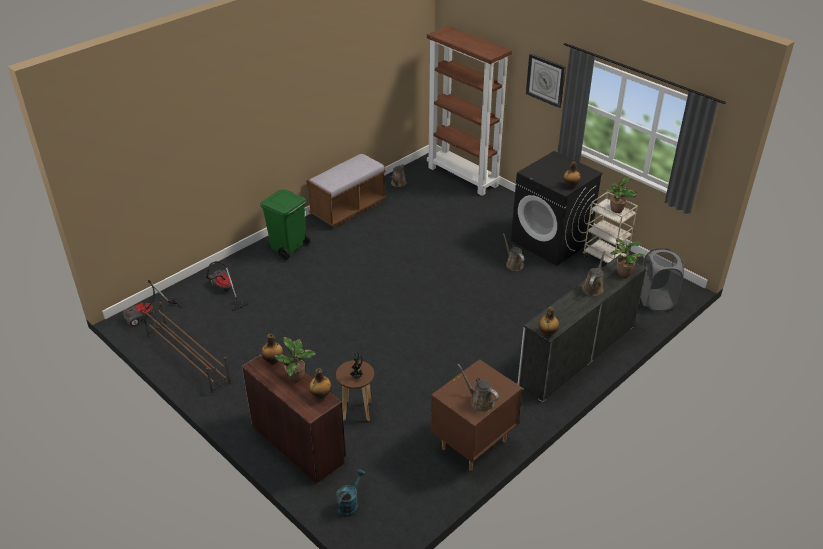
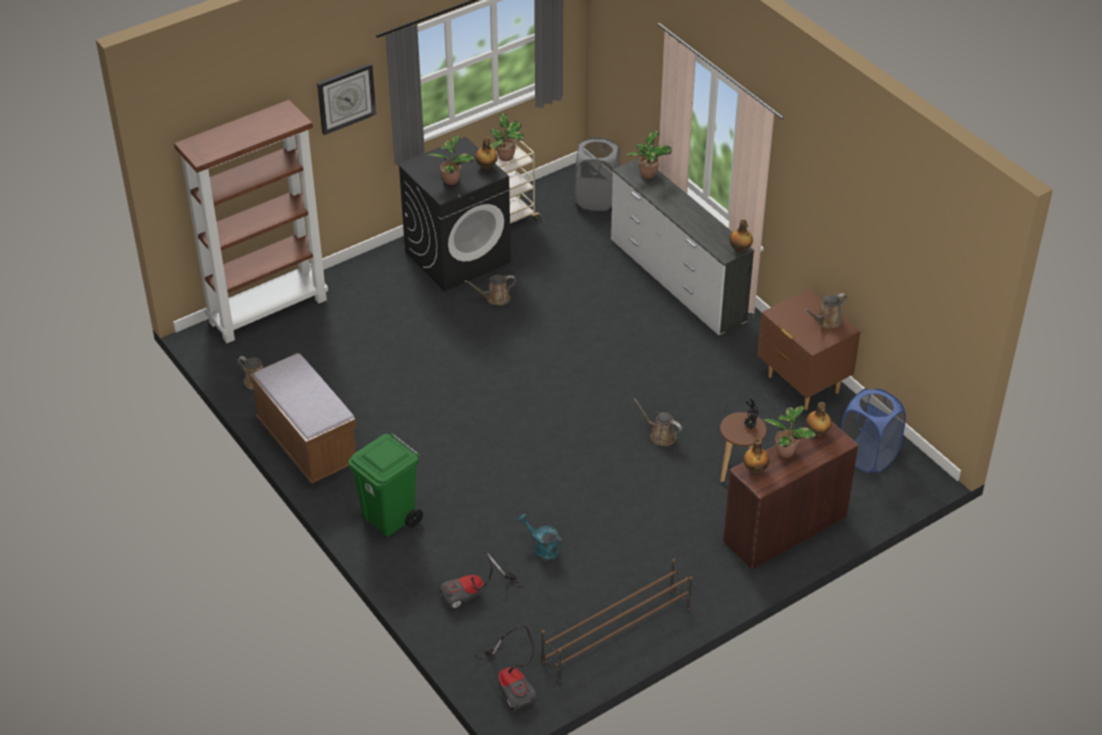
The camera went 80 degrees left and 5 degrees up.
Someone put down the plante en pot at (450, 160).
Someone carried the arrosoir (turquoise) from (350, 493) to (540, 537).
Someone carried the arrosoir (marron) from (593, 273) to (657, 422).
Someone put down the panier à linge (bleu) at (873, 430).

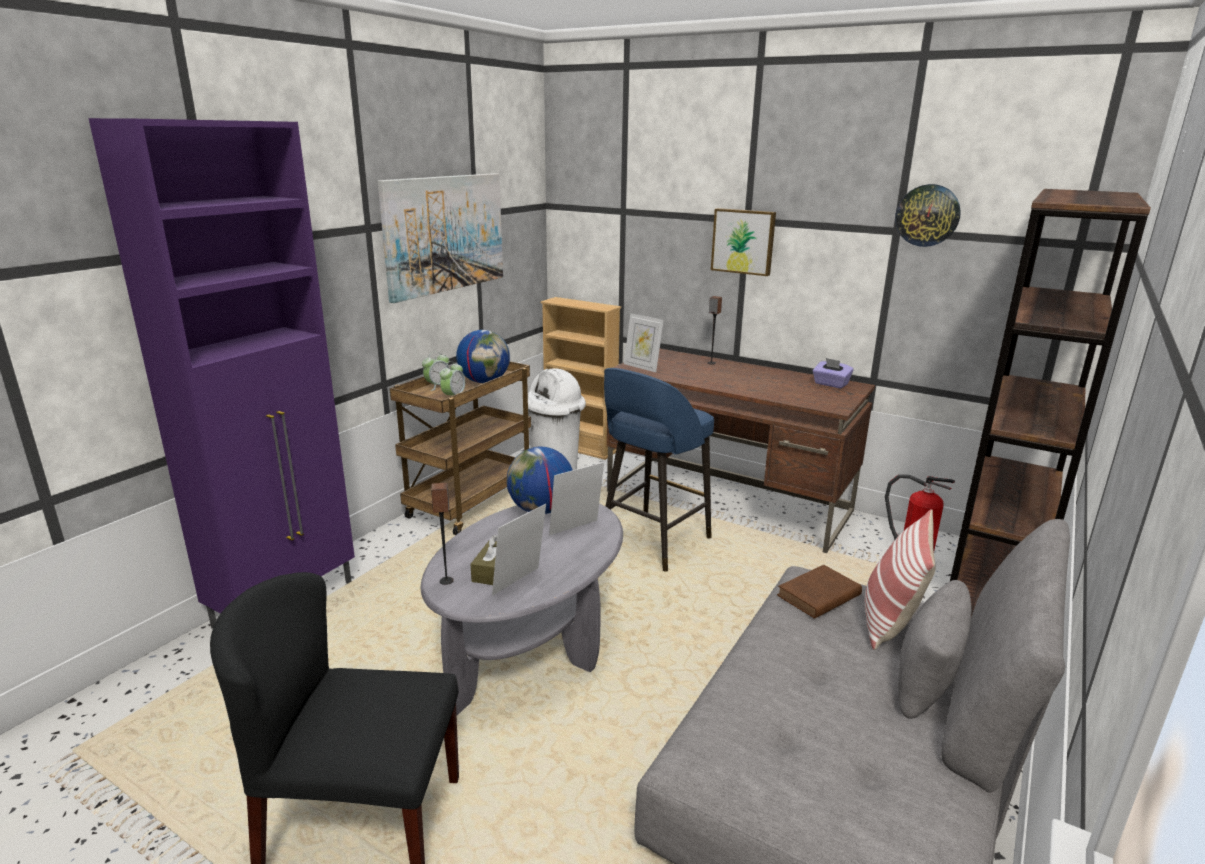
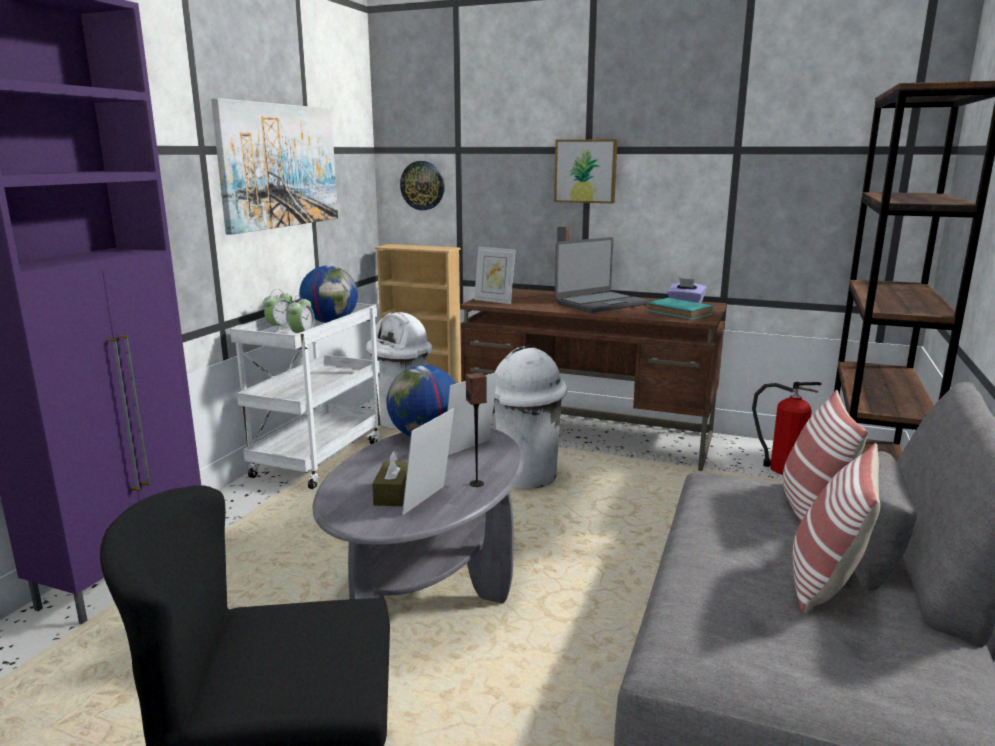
The camera went 10 degrees left and 5 degrees down.
Someone repainted the chariot (marron) at (460, 448), which became the chariot (blanc) at (306, 396).
Someone carried the horloge murale from (928, 215) to (422, 185).
Someone carried the enceinte from (442, 534) to (476, 430).
Someone swapped the tabouret (bleu) at (659, 470) for the poubelle (blanc) at (530, 417).
Someone put down the ordinateur portable at (601, 275).
Someone put down the livre (turquoise) at (679, 309).
Someone put down the coussin at (836, 528).
Someone took away the livre (marron) at (819, 592).

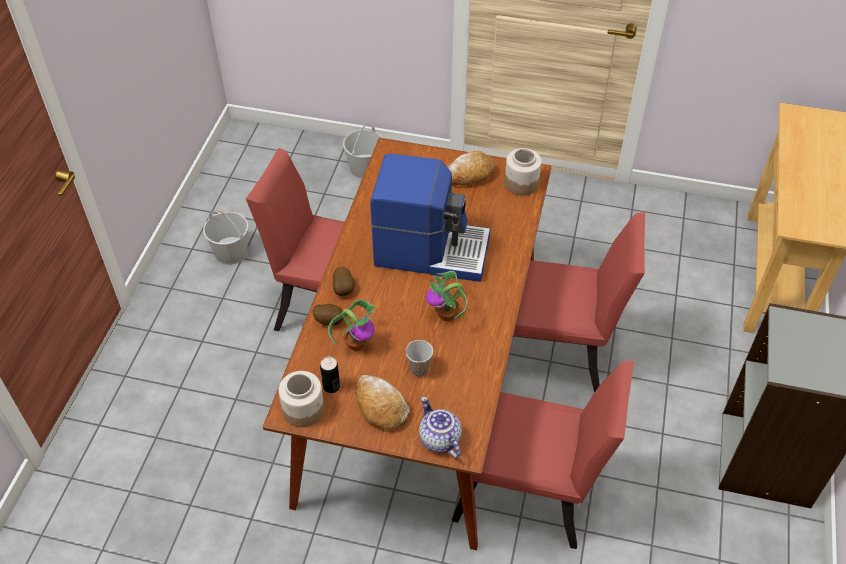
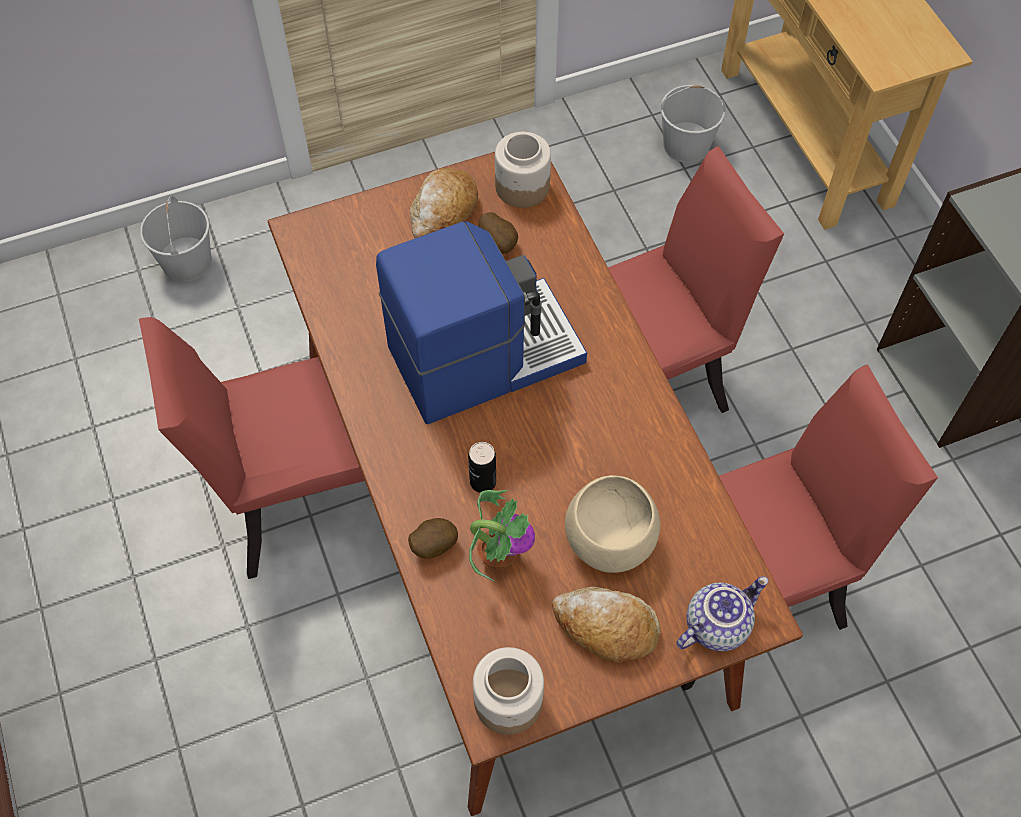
The camera went 35 degrees left and 10 degrees up.
Someone carried the boîte métallique from (330, 374) to (482, 467).
Someone carried the pomme de terre from (344, 281) to (498, 233).
Someone swapped the tasse at (419, 358) for the bol (beige) at (612, 524).
Someone carried the seau (blanc) from (225, 238) to (693, 124).
Someone rotated the théière at (440, 427) by 120 degrees clockwise.
Someone took away the plante en pot at (446, 296).

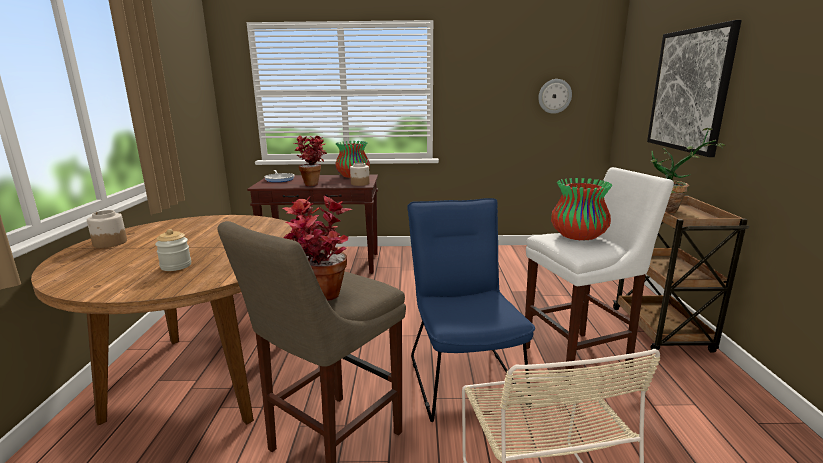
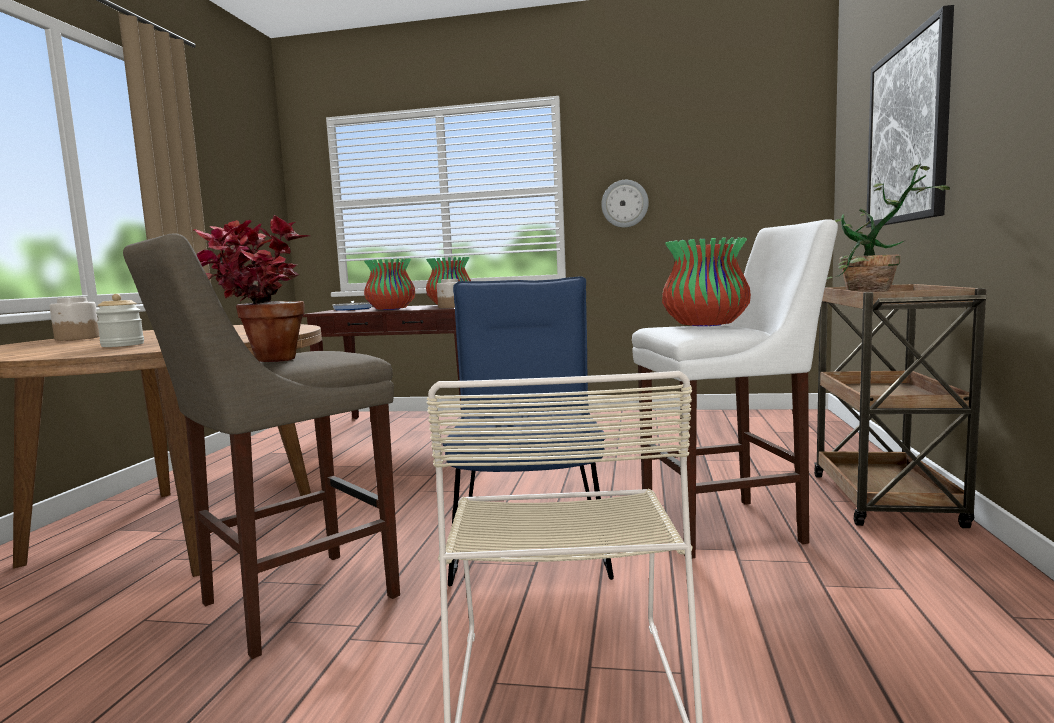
The camera went 10 degrees right and 10 degrees down.
Someone swapped the plante en pot at (310, 160) for the vase at (389, 284).
Someone carried the horloge murale from (555, 96) to (625, 204).

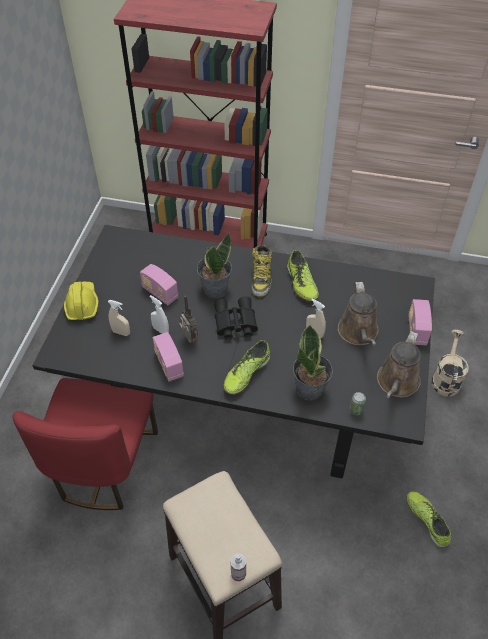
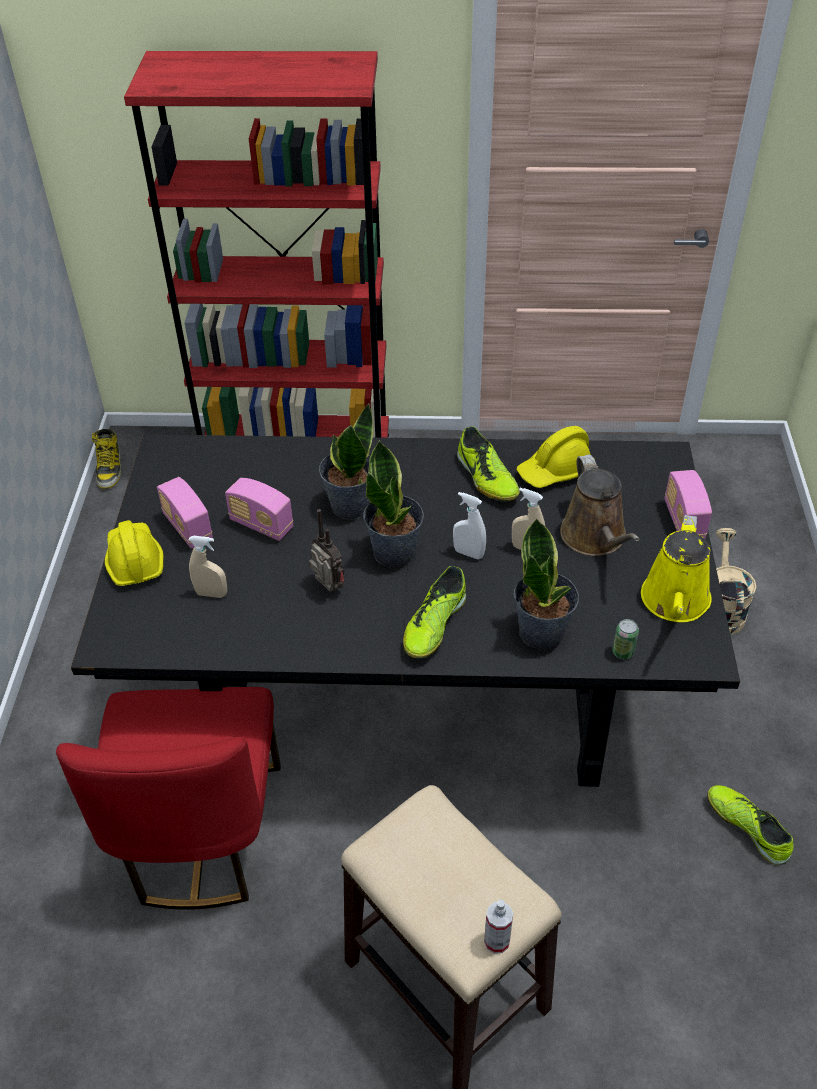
The camera went 10 degrees left and 5 degrees down.
Someone carried the botte from (261, 271) to (106, 459).
Someone carried the radio from (168, 356) to (185, 512).
Someone swapped the jumelles (noir) at (236, 318) for the plante en pot at (393, 504).
Someone carried the vaporisateur (blanc) from (159, 314) to (469, 525).
Someone put down the casque de chantier (jaune) at (556, 457).
Someone repainted the arrosoir (marron) at (399, 364), which became the arrosoir (jaune) at (676, 568).

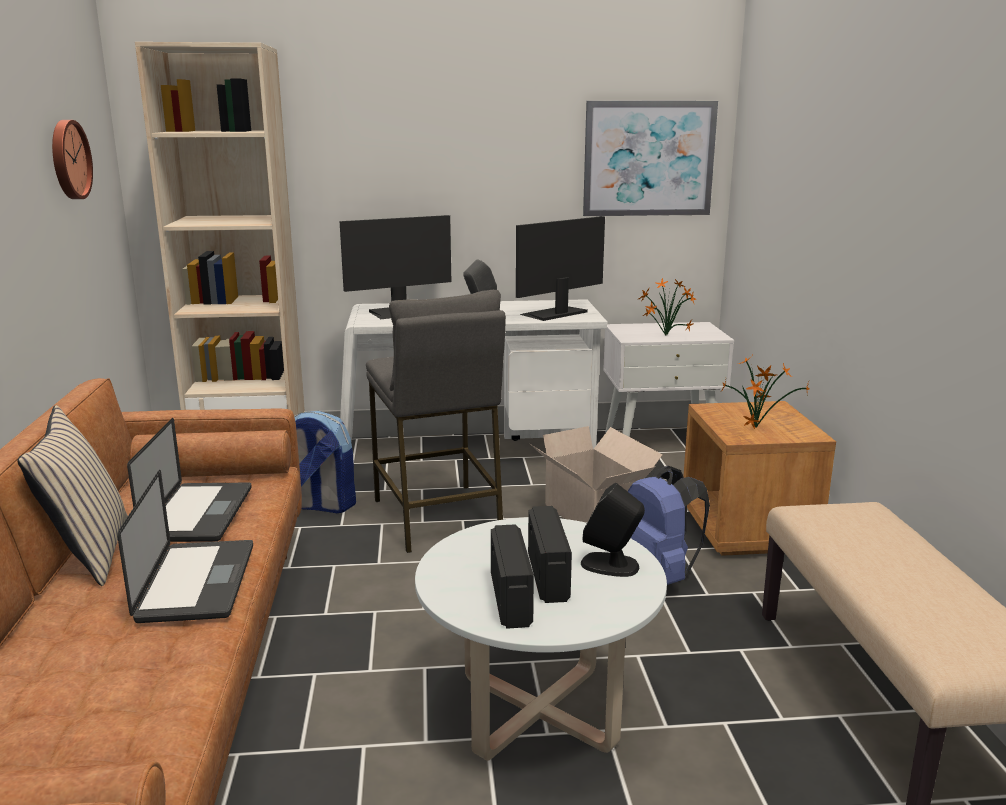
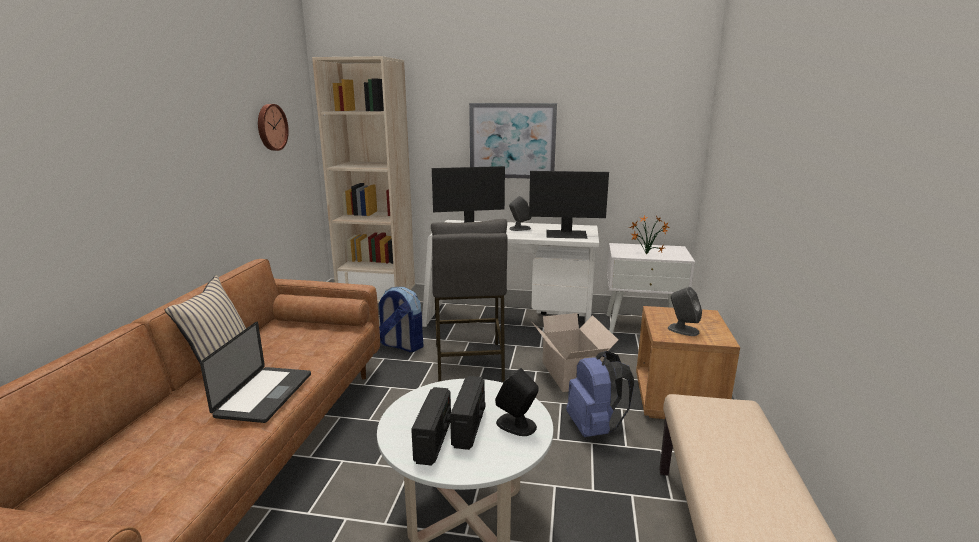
The camera went 15 degrees right and 0 degrees up.
Someone carried the tableau from (650, 158) to (513, 141).
Someone rotated the écran d'ordinateur at (560, 268) by 150 degrees counterclockwise.
Someone swapped the plante en pot at (765, 392) for the enceinte (gris) at (685, 311).
Someone took away the ordinateur portable at (189, 480).

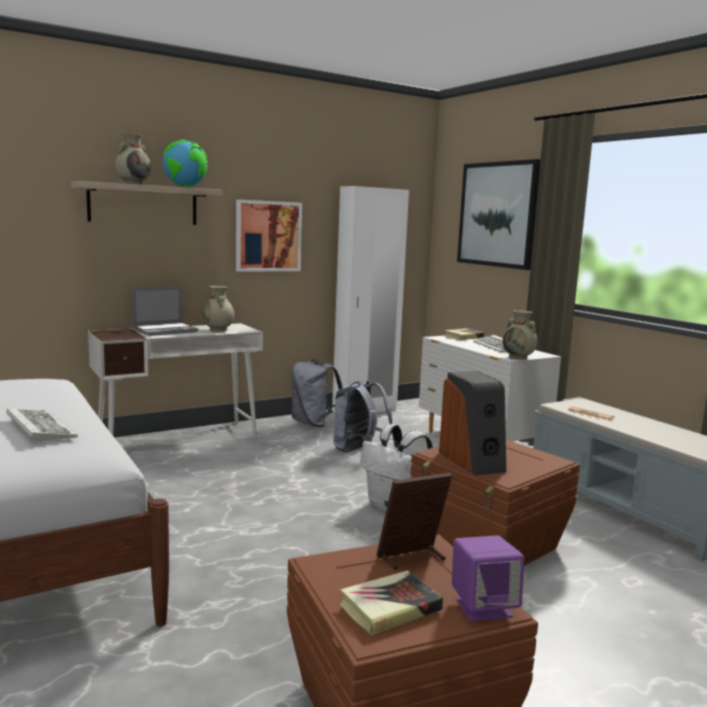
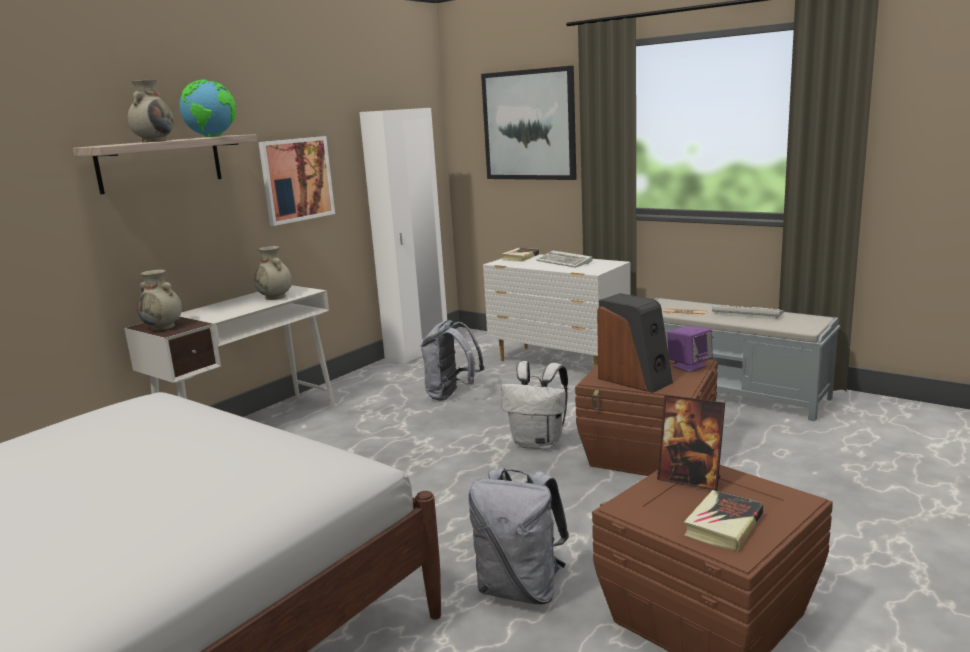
The camera went 20 degrees left and 5 degrees up.
Someone carried the vase (beige) from (519, 335) to (159, 300).
Someone carried the sac à dos (gris) from (317, 393) to (518, 536).
Someone rotated the cadre photo at (414, 521) by 105 degrees counterclockwise.
Someone carried the enceinte (violet) from (488, 578) to (690, 349).
Someone carried the clavier from (42, 425) to (748, 311).
Someone took away the ordinateur portable at (165, 311).

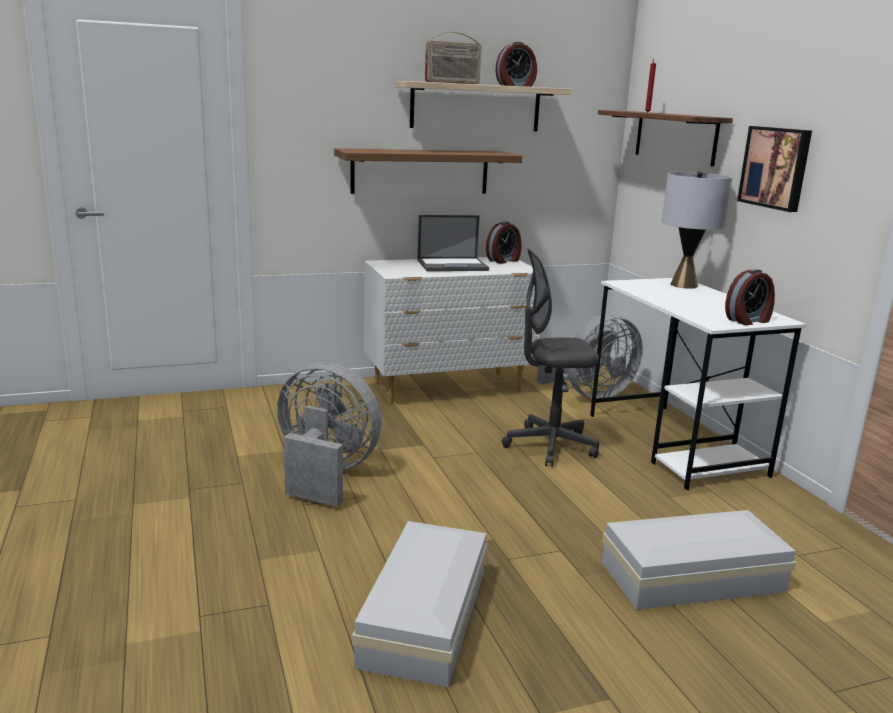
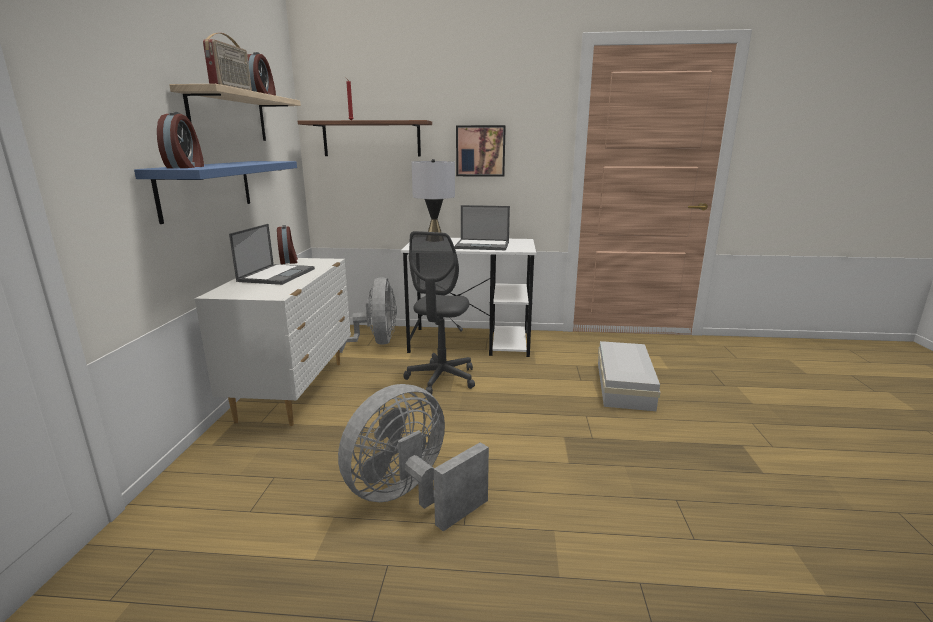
The camera went 65 degrees left and 0 degrees up.
Someone repainted the étagère (marron) at (428, 171), which became the étagère (bleu) at (215, 192).
Someone carried the réveil from (750, 297) to (180, 140).
Someone put down the ordinateur portable at (482, 227).
Someone took away the boîte de rangement (blanc) at (420, 604).

